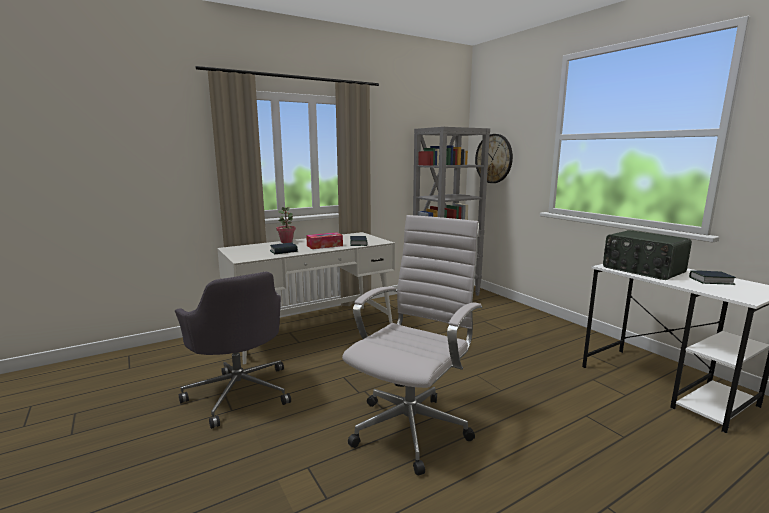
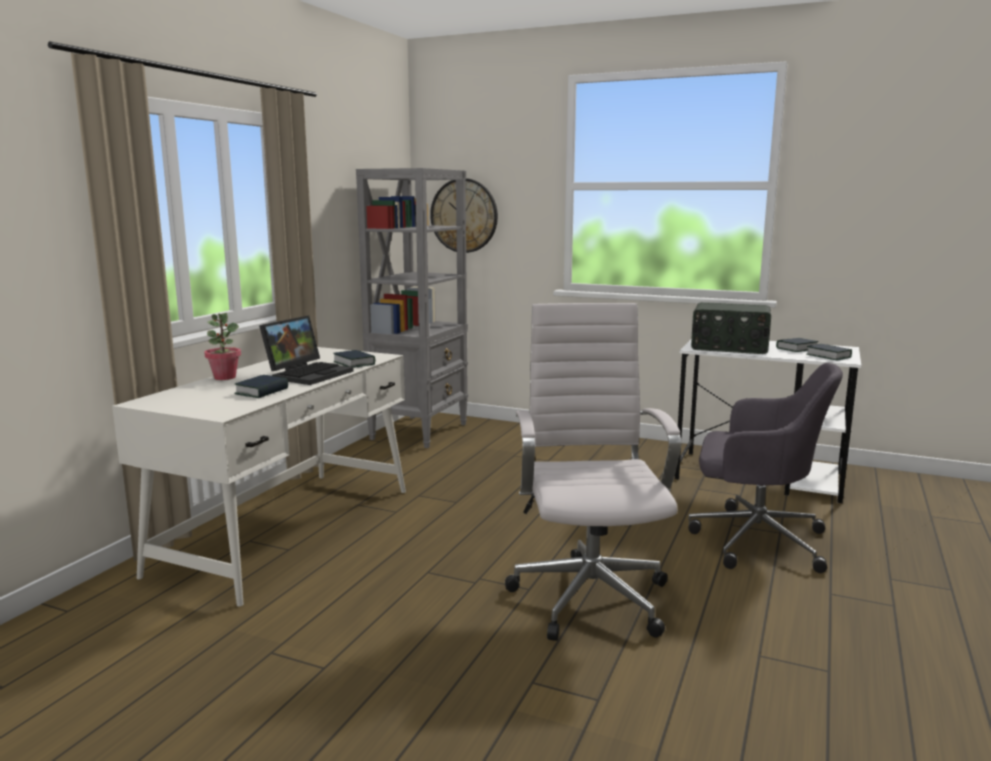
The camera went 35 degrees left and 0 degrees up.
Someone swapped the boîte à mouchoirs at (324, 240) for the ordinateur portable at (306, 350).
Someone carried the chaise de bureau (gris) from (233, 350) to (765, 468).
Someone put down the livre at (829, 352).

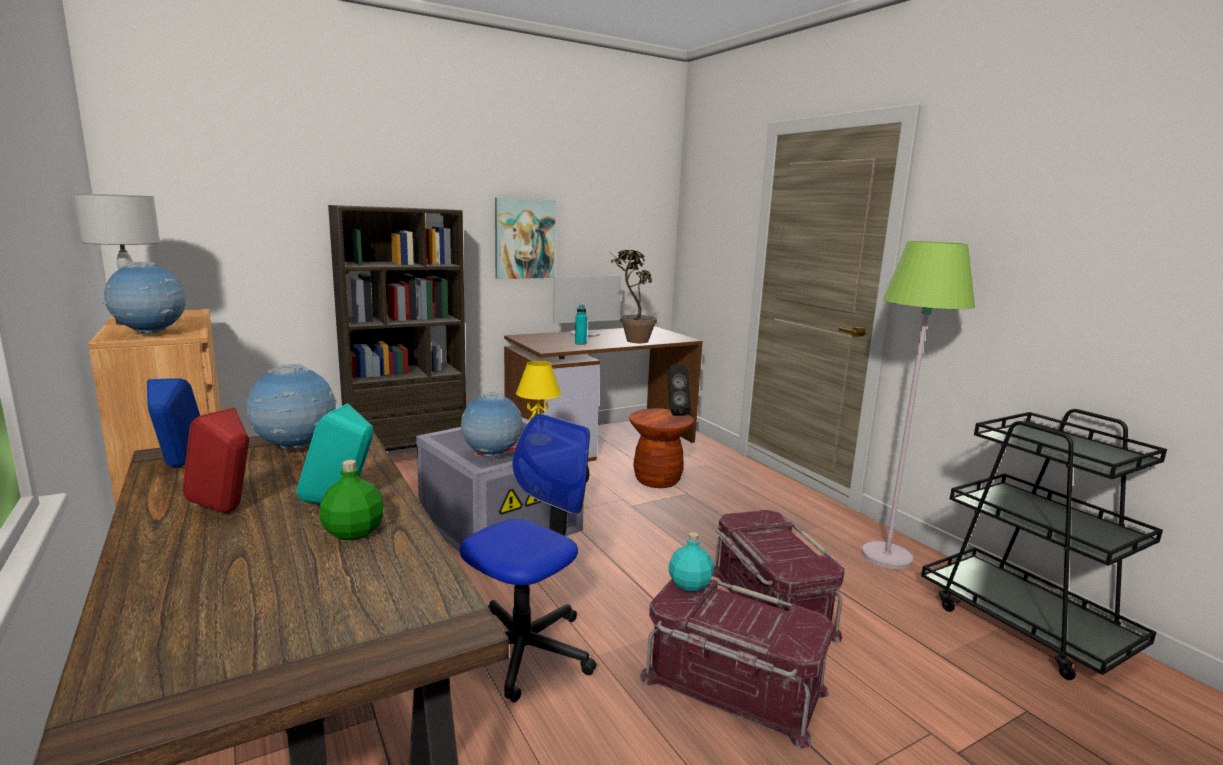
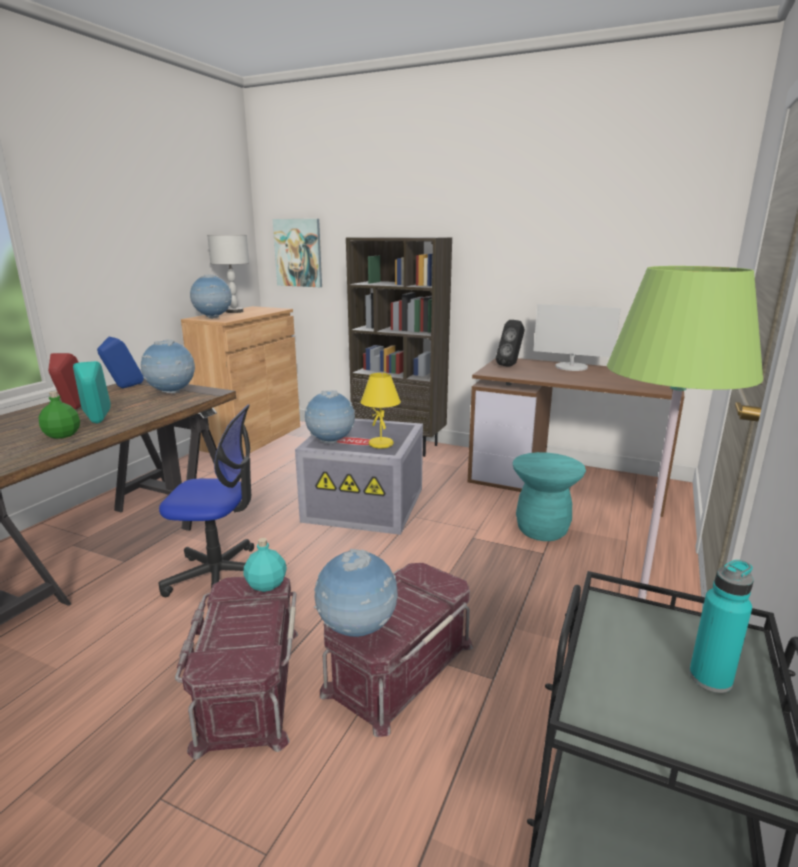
The camera went 55 degrees right and 5 degrees up.
Someone carried the tableau from (525, 238) to (297, 253).
Someone put down the globe at (356, 593).
Someone carried the enceinte (noir) from (679, 390) to (510, 343).
Someone repainted the tabouret (marron) at (661, 448), which became the tabouret (turquoise) at (549, 496).
Someone carried the bouteille (turquoise) from (581, 324) to (721, 626).
Someone took away the plante en pot at (633, 296).

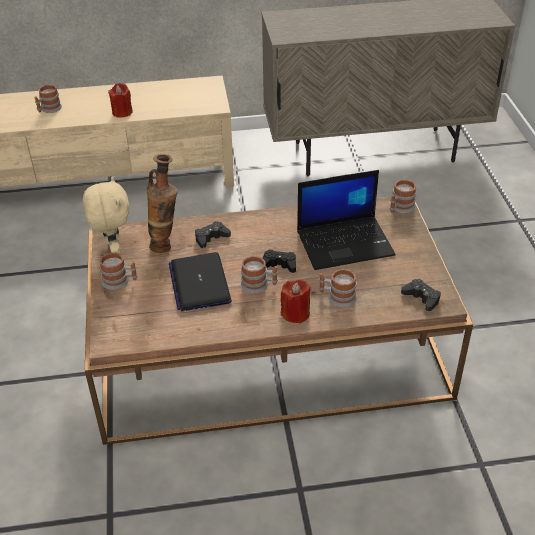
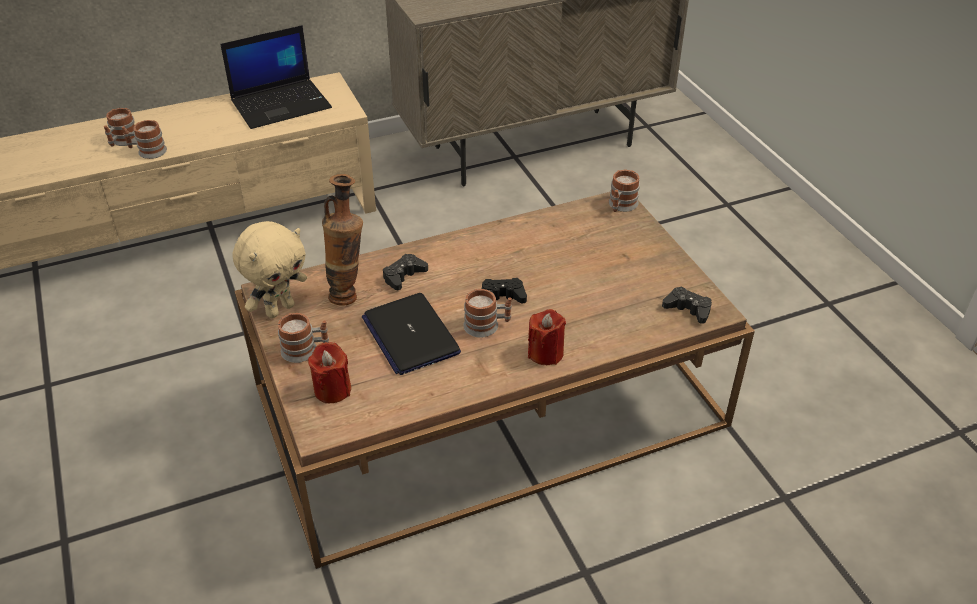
The camera went 15 degrees left and 0 degrees up.
Someone carried the mug from (338, 288) to (144, 139).
Someone carried the ordinateur portable from (346, 220) to (276, 77).
Someone rotated the peluche (beige) at (106, 215) by 75 degrees clockwise.
Someone carried the bougie (rouge) from (120, 100) to (329, 372).

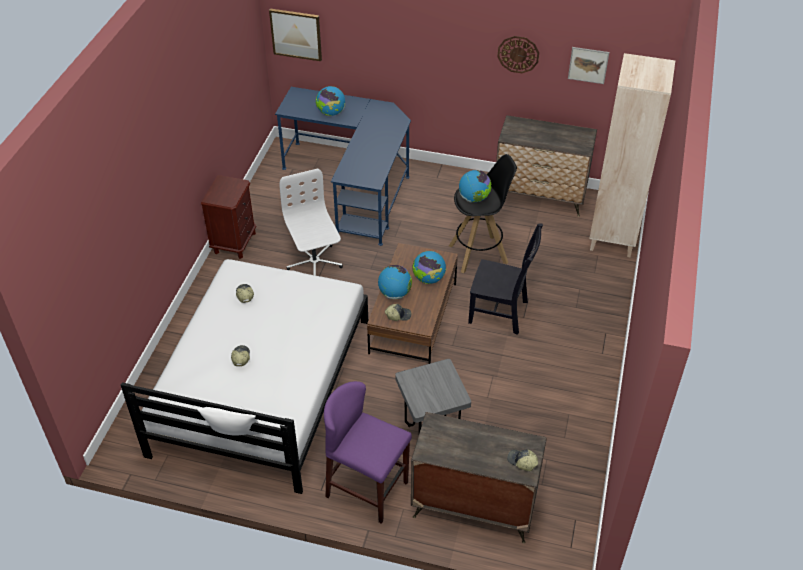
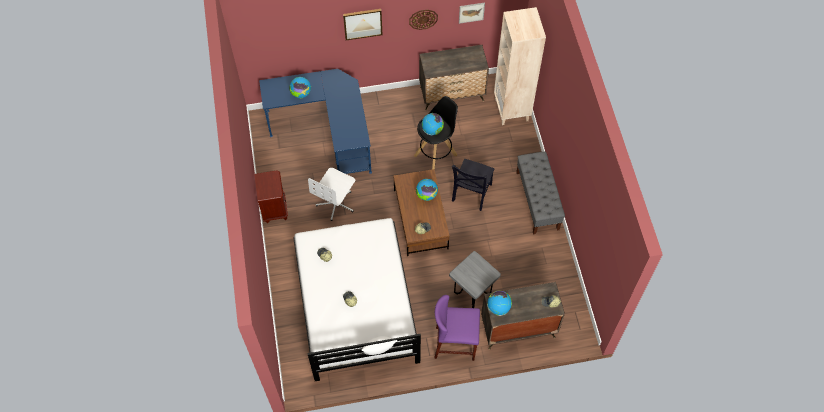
The camera went 25 degrees left and 15 degrees up.
Someone rotated the chaise de bureau (blanc) at (311, 222) by 105 degrees counterclockwise.
Someone carried the tableau from (295, 35) to (363, 24).
Someone rotated the chaise (noir) at (505, 279) by 120 degrees clockwise.
Someone carried the globe from (395, 282) to (499, 303).
Someone put down the banc (gris) at (540, 193).

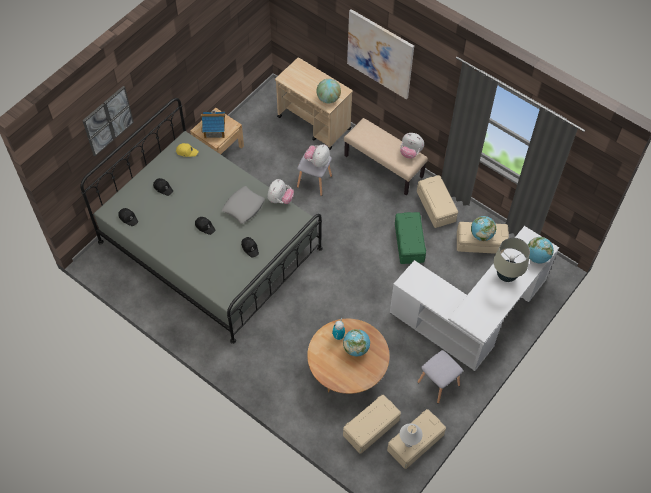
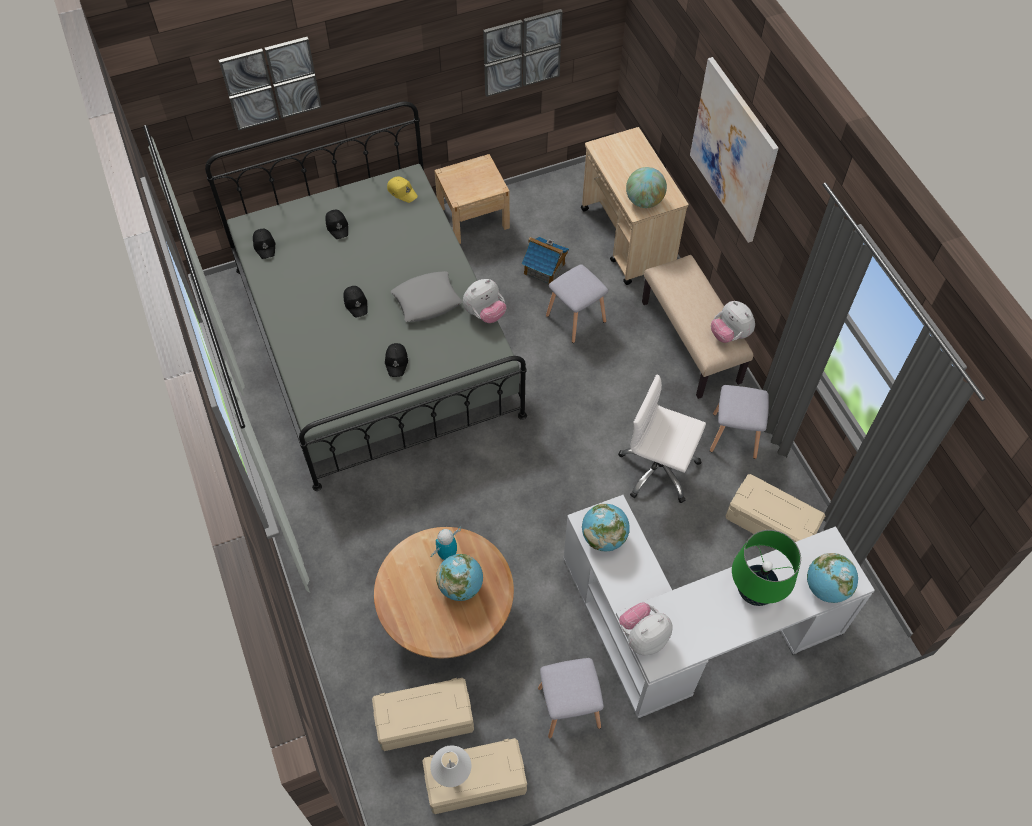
The camera went 30 degrees right and 0 degrees up.
Someone put up the tableau at (522, 53).
Someone carried the maison miniature from (213, 124) to (545, 261).
Someone carried the globe from (483, 228) to (606, 527).
Someone swapped the boîte de rangement (vert) at (410, 238) for the chaise de bureau (blanc) at (662, 438).
Someone carried the peluche from (317, 155) to (646, 629).
Someone swapped the boîte de rangement (beige) at (437, 201) for the tabouret (gris) at (739, 422).
Someone repainted the lampe de table (beige) at (511, 260), which became the lampe de table (vert) at (766, 568).

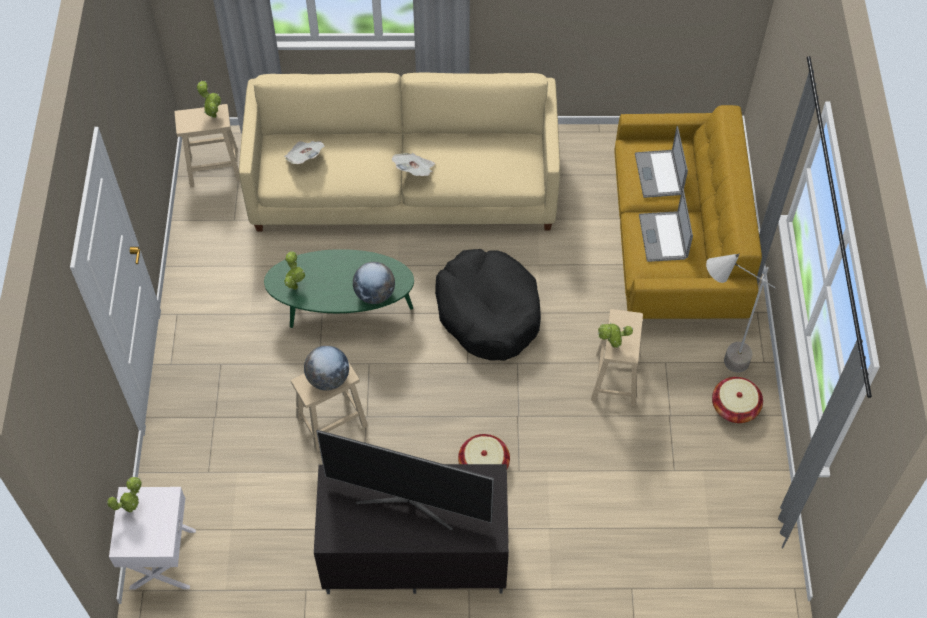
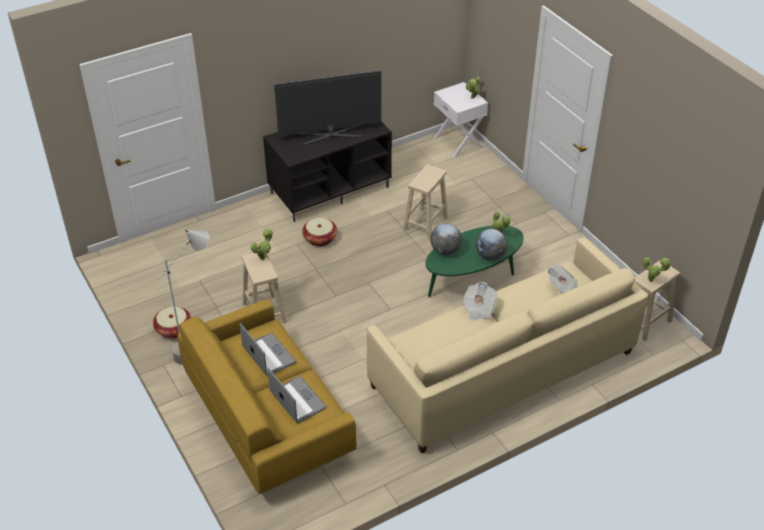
The camera went 150 degrees right and 15 degrees down.
Someone carried the globe from (326, 368) to (491, 244).
Someone took away the panier pour chien (noir) at (488, 305).

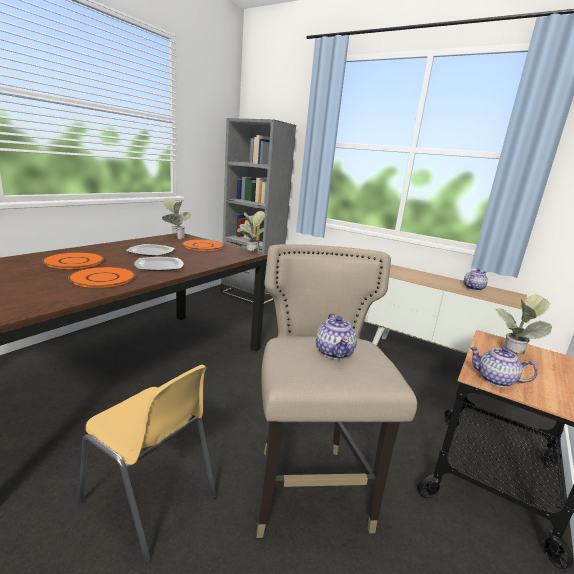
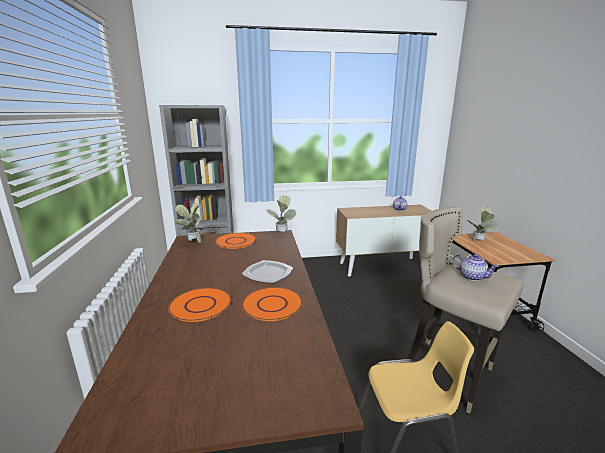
The camera went 40 degrees left and 0 degrees up.
Someone took away the assiette at (150, 250).
Someone took away the théière at (503, 366).

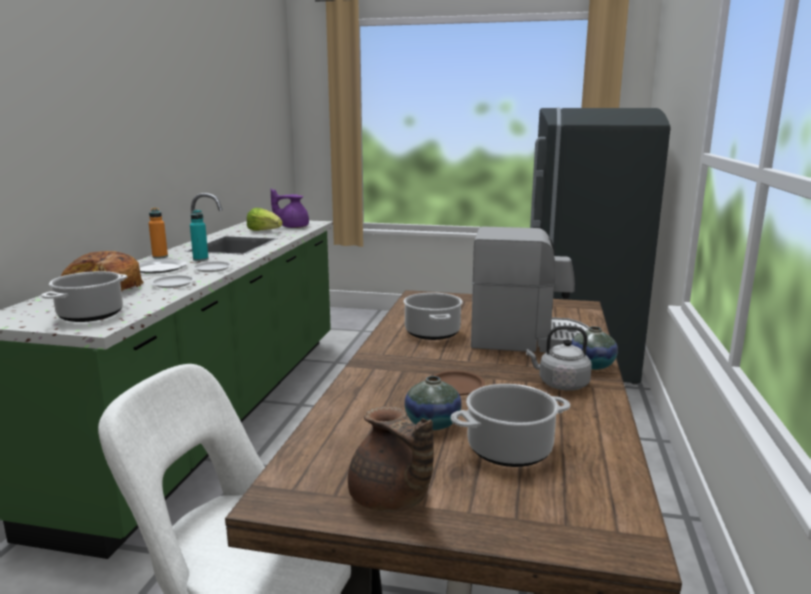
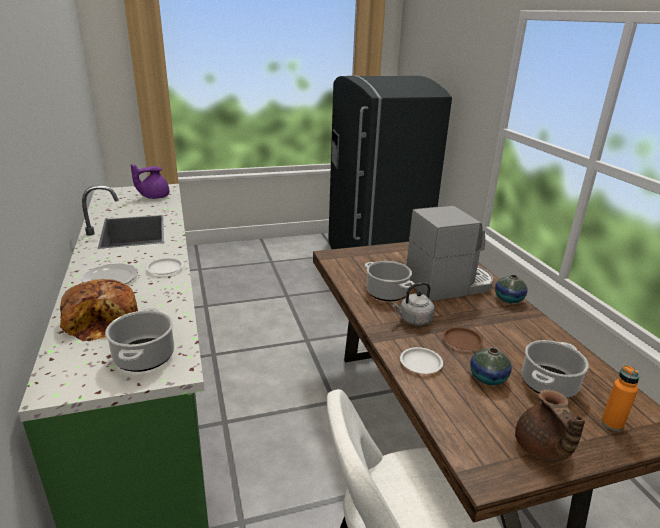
The camera went 30 degrees left and 10 degrees up.
Someone carried the bouilloire (gris) from (559, 358) to (413, 304).
Someone carried the assiette (blanc) from (172, 281) to (421, 360).
Someone rotated the théière (marron) at (391, 459) by 60 degrees clockwise.
Someone carried the bouteille (orange) from (158, 233) to (620, 398).
Someone took away the bouteille (turquoise) at (199, 235).
Someone took away the laitue at (265, 219).

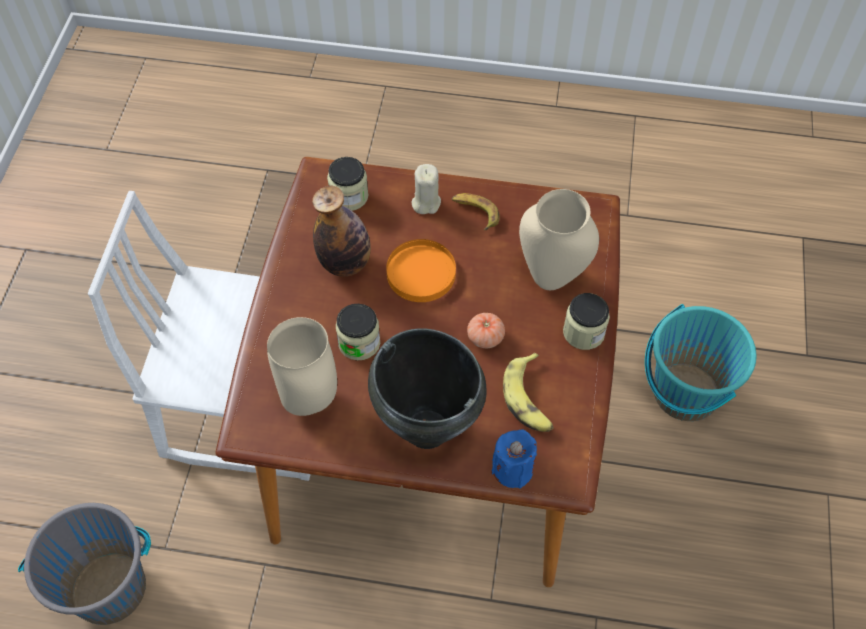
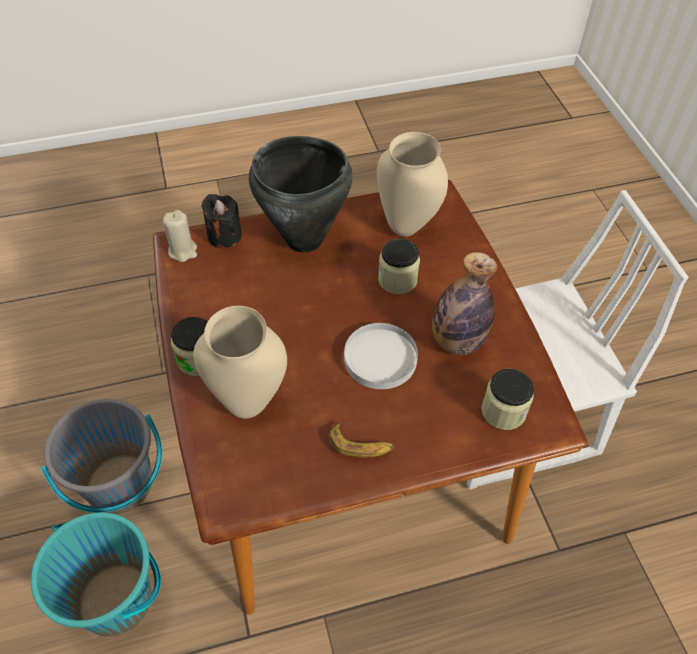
The camera went 155 degrees right and 5 degrees down.
Someone carried the seau (gris) from (84, 564) to (101, 456).
Someone carried the bougie (beige) from (426, 189) to (180, 236).
Someone repainted the bougie (bleu) at (514, 459), which became the bougie (noir) at (221, 221).
Someone repainted the assiette (orange) at (421, 270), which became the assiette (blanc) at (381, 356).
Someone took away the tomate at (486, 330).
Someone took away the banane at (528, 392).

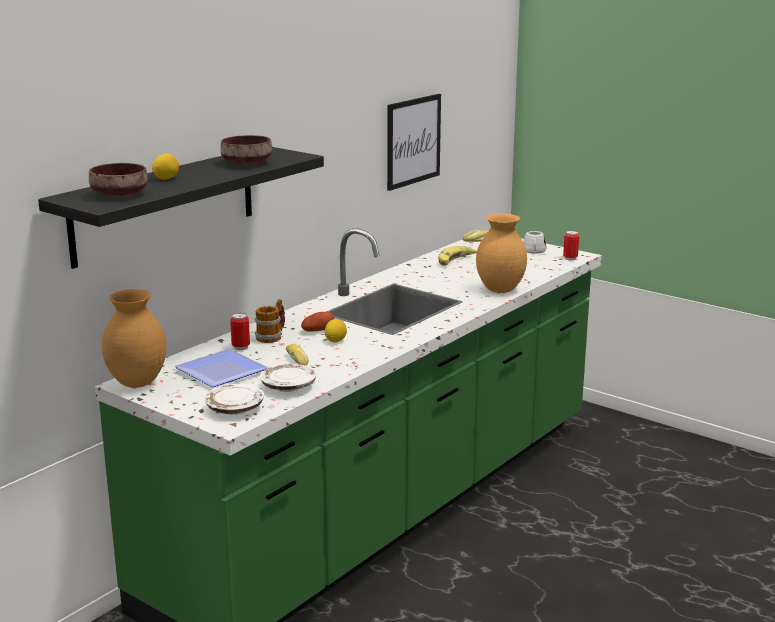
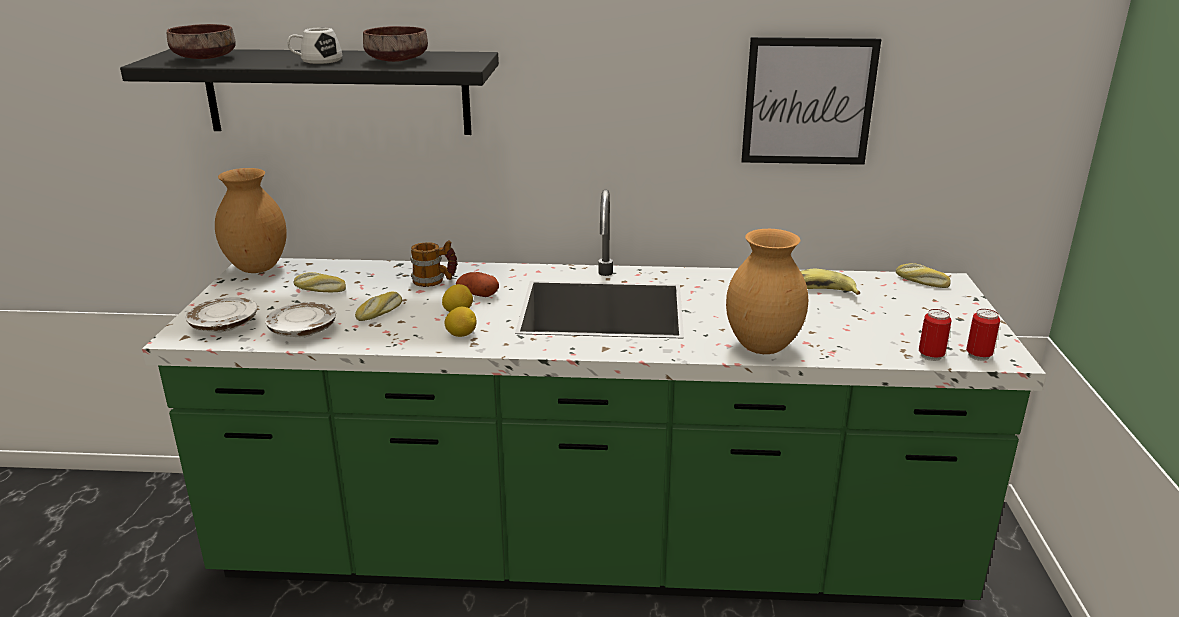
The camera went 55 degrees right and 5 degrees up.
Someone carried the mug (blanc) from (534, 242) to (315, 45).
Someone swapped the assiette at (221, 368) for the pain at (319, 282).
Someone carried the citron from (165, 167) to (460, 322).
Someone carried the boîte métallique from (240, 331) to (935, 335).

